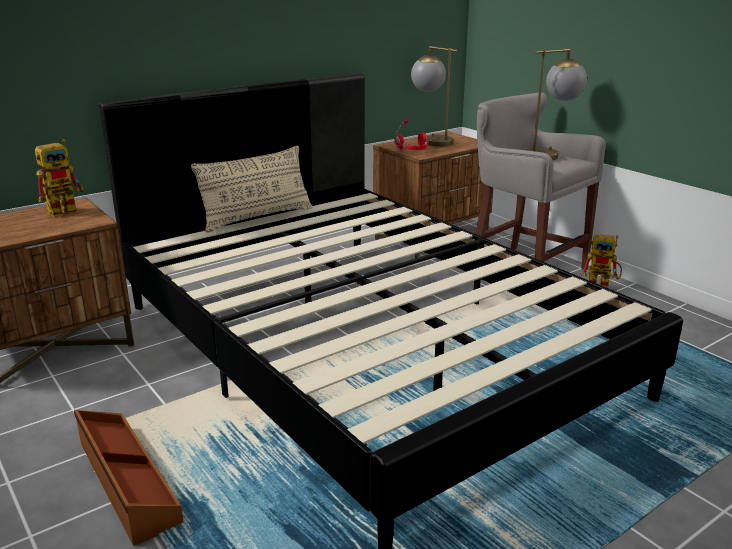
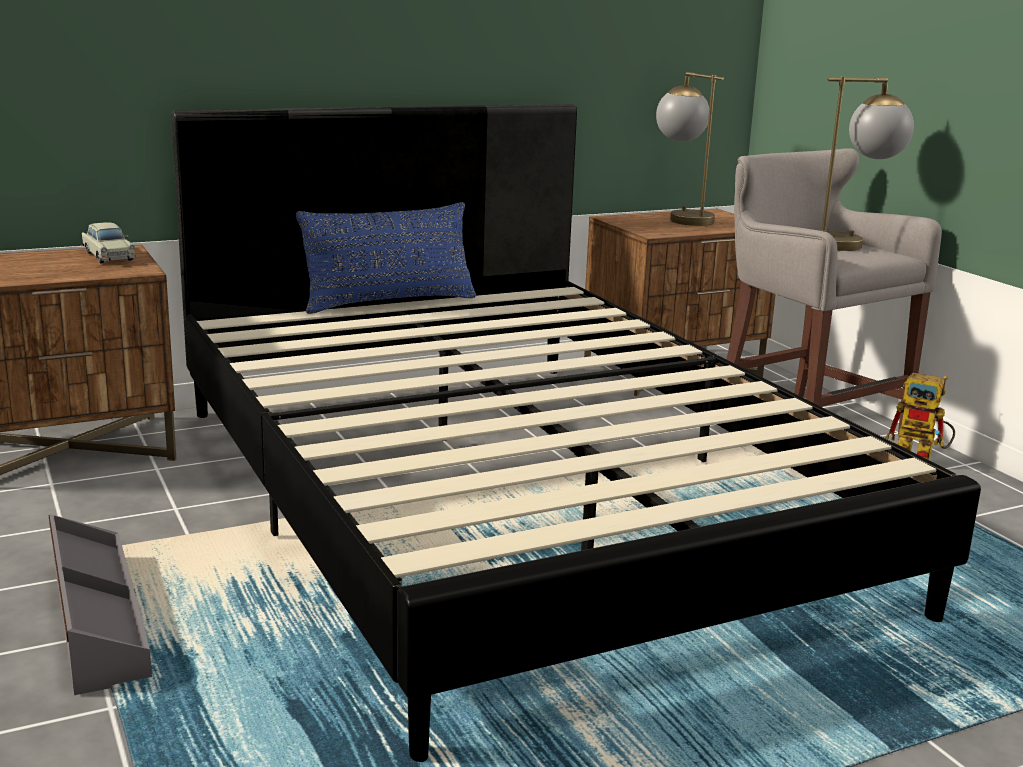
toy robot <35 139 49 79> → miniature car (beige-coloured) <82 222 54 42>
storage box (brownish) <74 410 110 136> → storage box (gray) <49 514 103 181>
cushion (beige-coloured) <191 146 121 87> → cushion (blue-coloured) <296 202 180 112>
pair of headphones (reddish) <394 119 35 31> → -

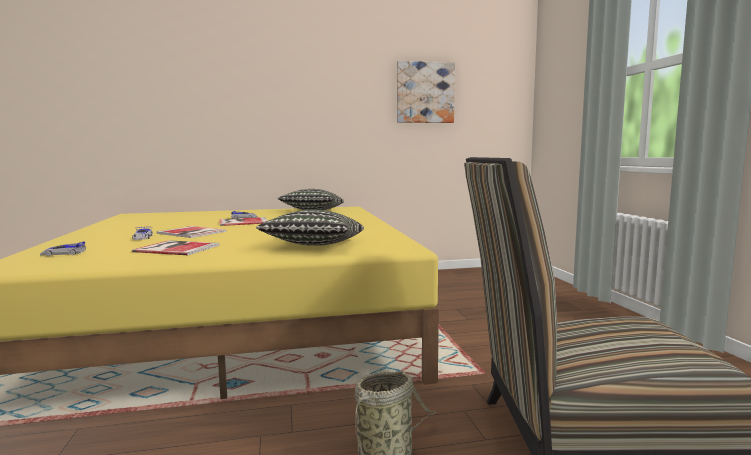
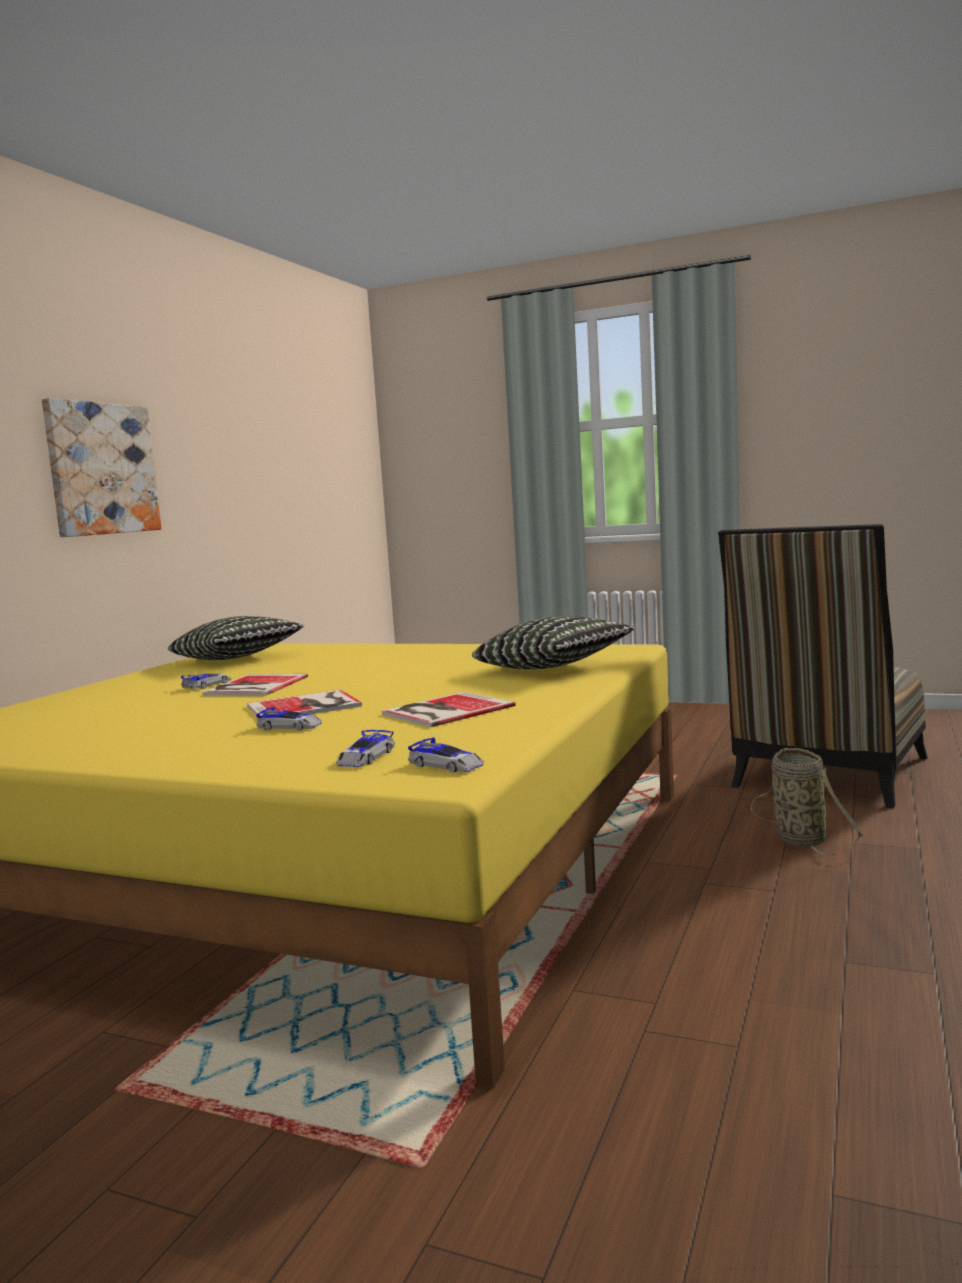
picture <397 61 58 62> → picture <42 398 119 139>, move
- → miniature car <408 737 76 36>

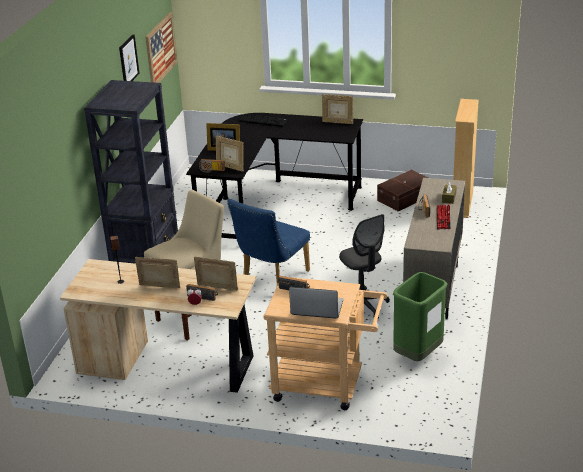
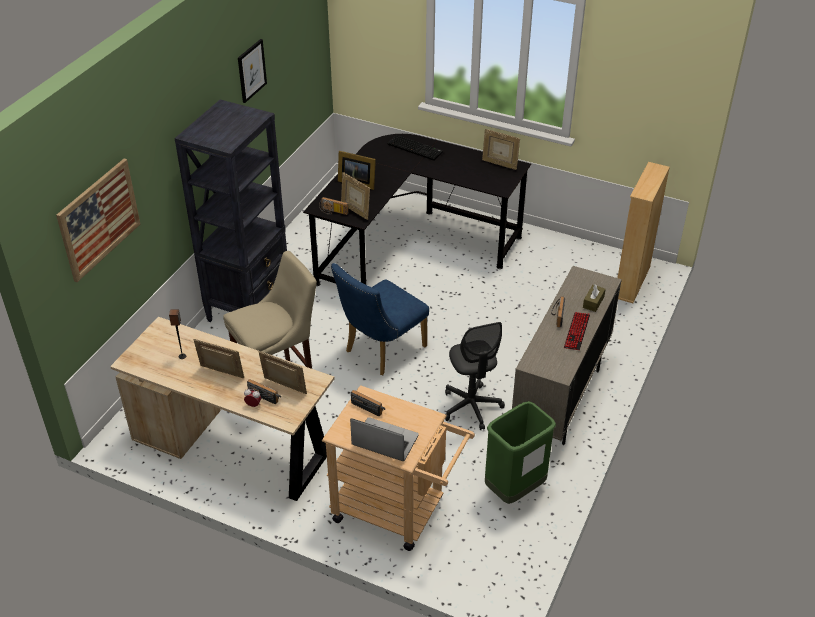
picture <145 12 32 71> → picture <56 158 84 124>, move
storage box (brownish) <377 170 51 41> → -

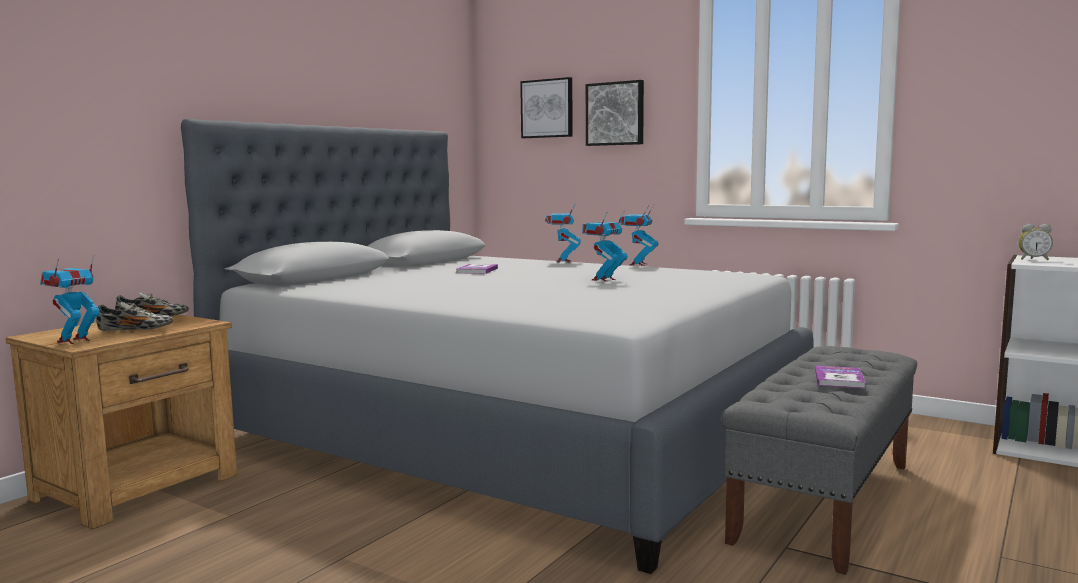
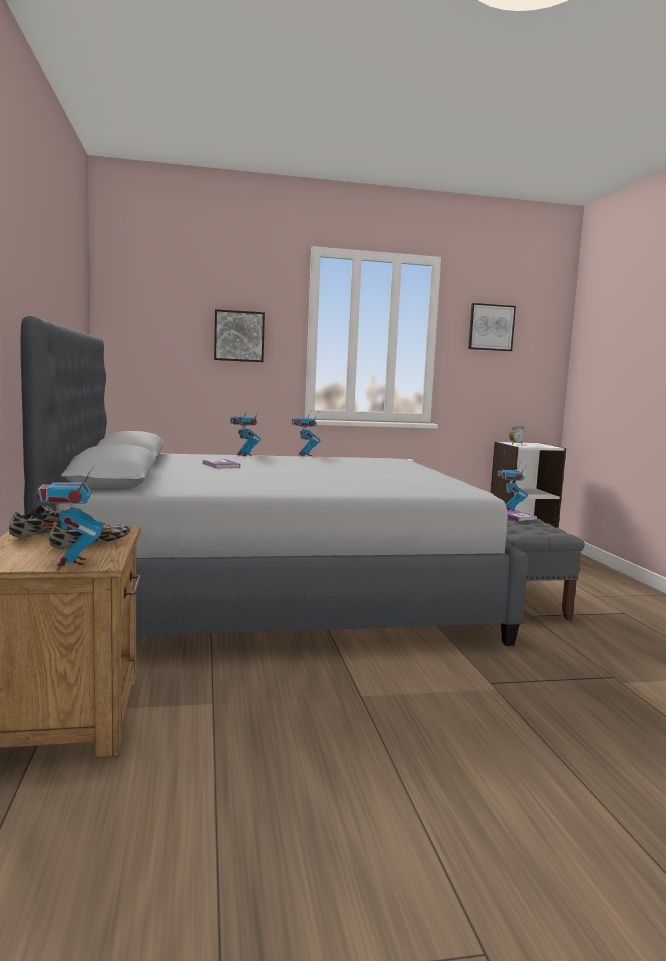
picture <520 77 53 61> → picture <468 303 48 48>, move
toy robot <582 210 45 72> → toy robot <497 462 31 48>, move

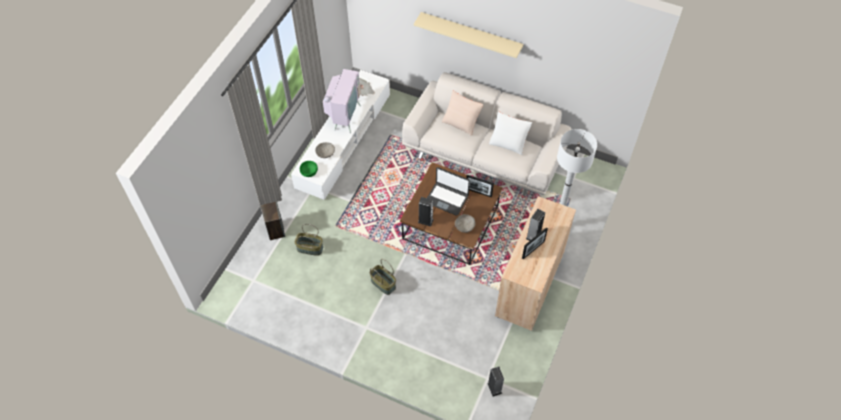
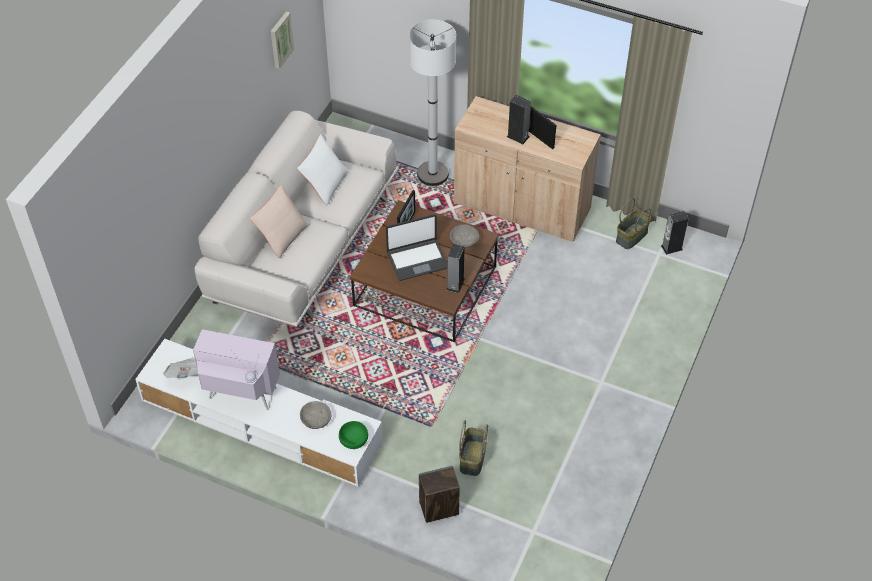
storage basket <370 259 26 36> → storage basket <616 198 35 51>, move
wall shelf (beige-coloured) <414 12 109 46> → -
portable computer <427 167 43 49> → portable computer <386 214 61 67>, 45 degrees clockwise
- → picture <271 11 23 58>

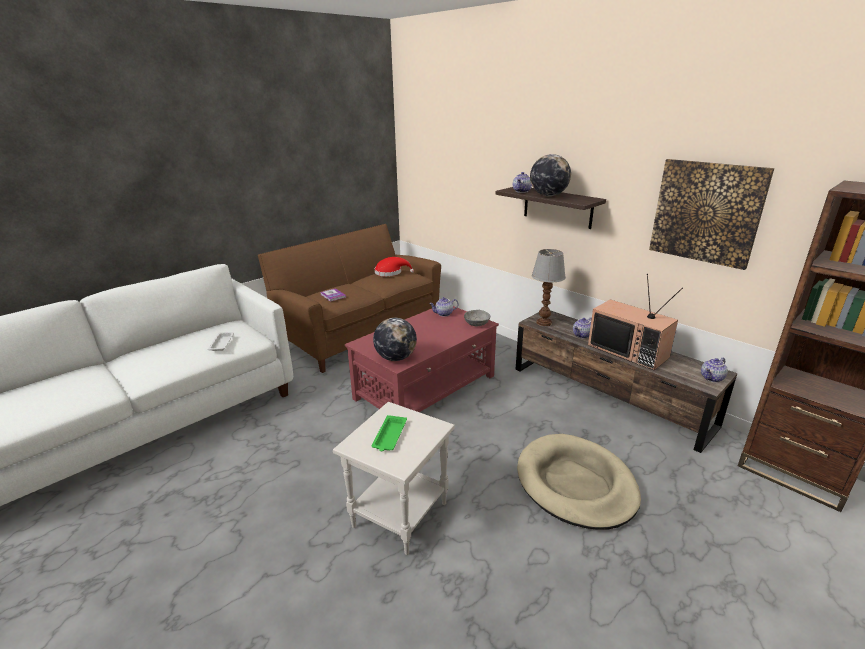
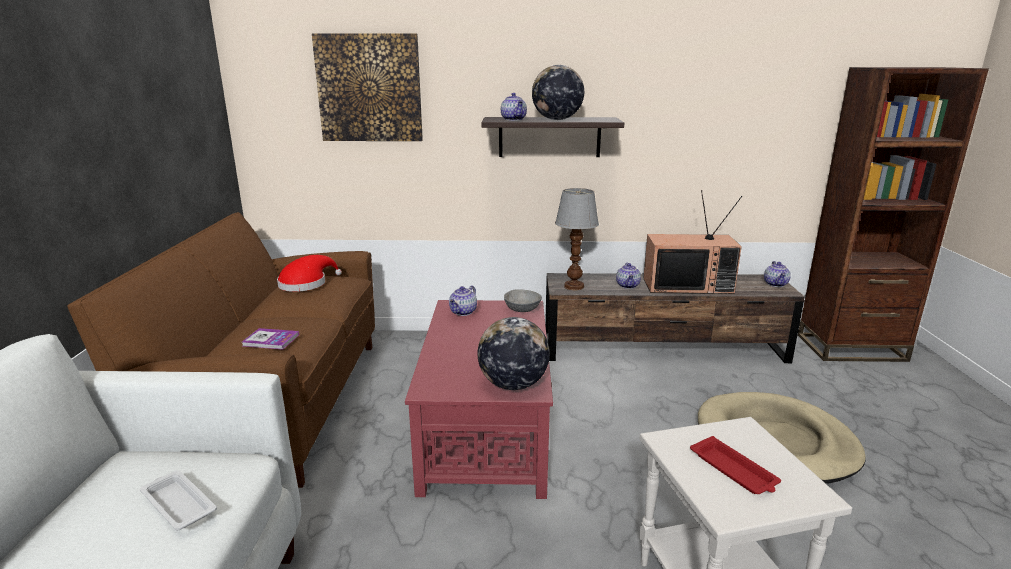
tray (green) <372 415 35 36> → tray (reddish) <690 436 91 58>
picture <649 159 125 111> → picture <312 34 111 107>, move

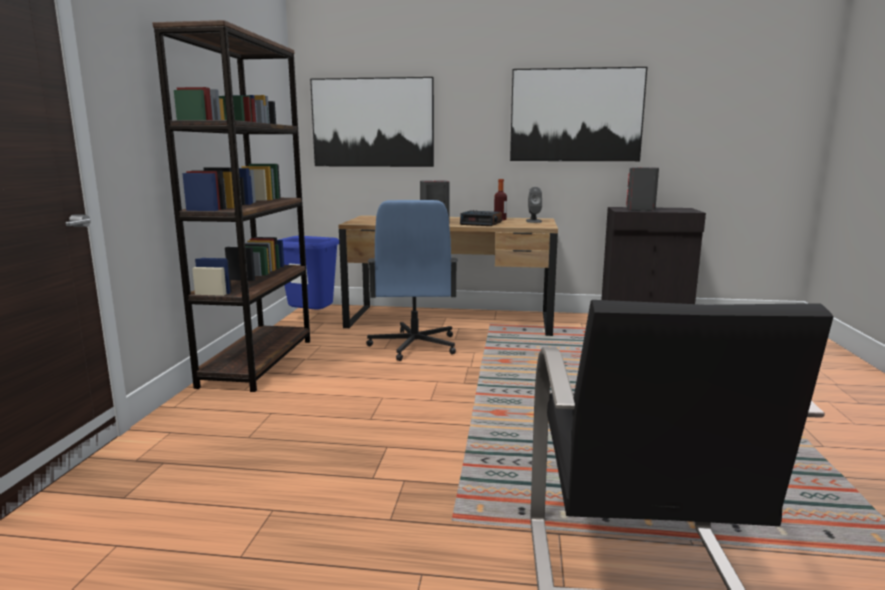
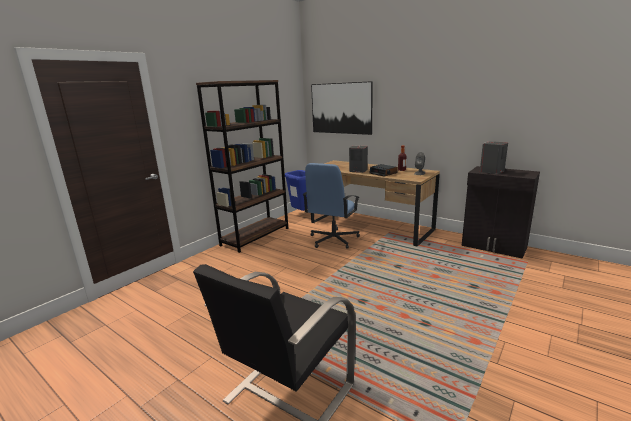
picture <510 67 137 94> → -

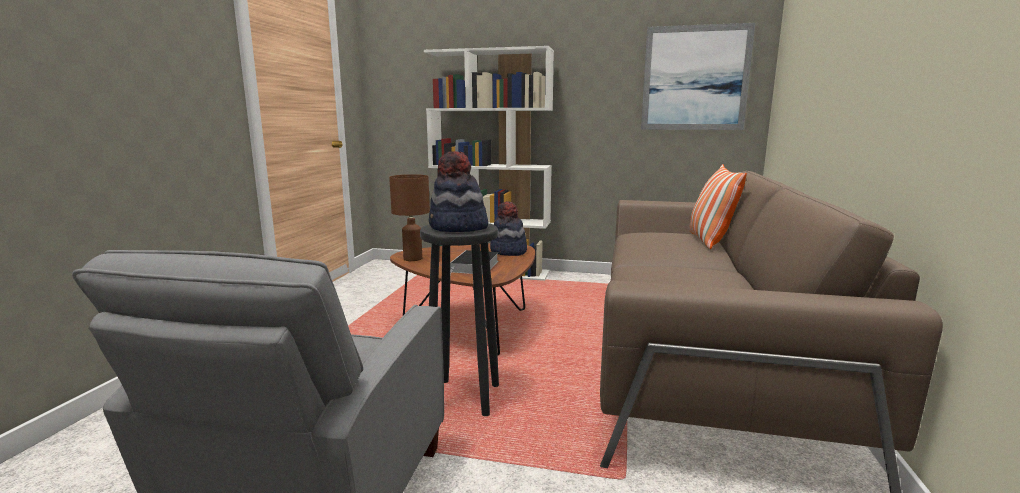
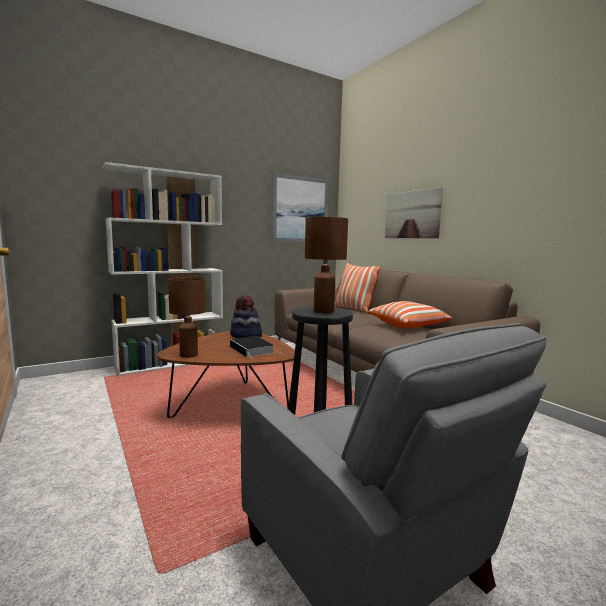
clothing hat <429 151 59 81> → lamp for a table (brownish) <305 217 43 96>
- → cushion <368 301 84 27>
- → picture <385 187 58 51>

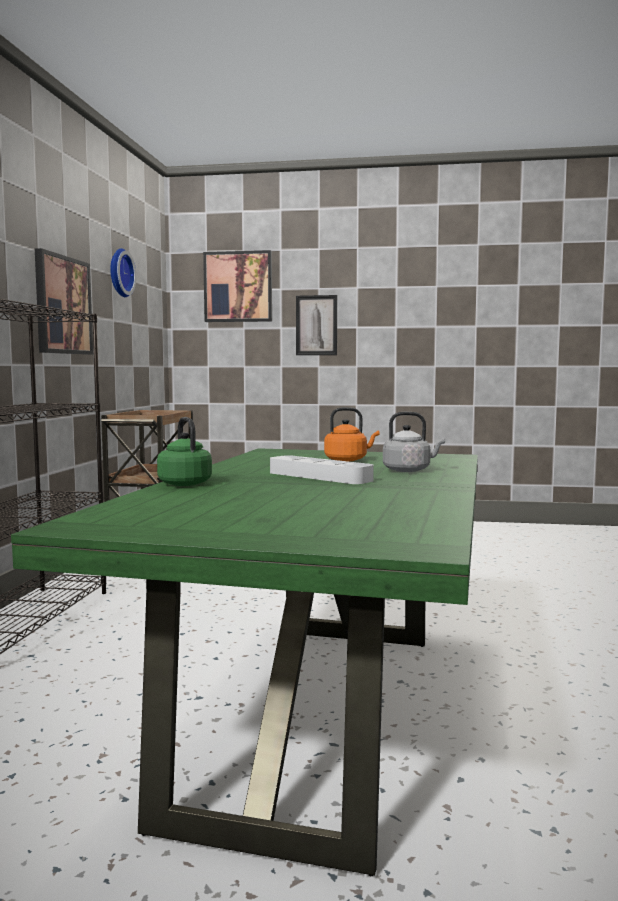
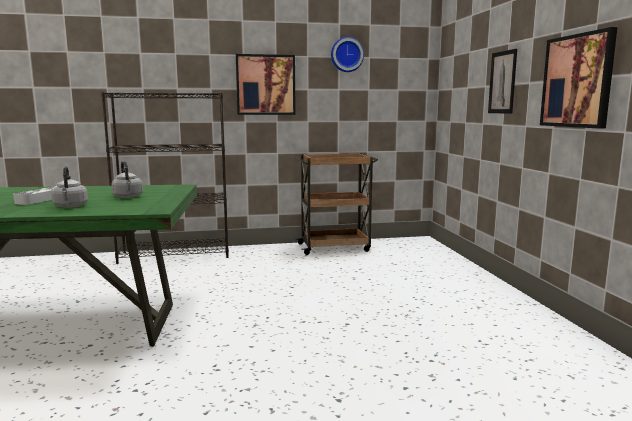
water kettle (green) <157 417 55 69> → -
picture <203 250 69 72> → picture <540 27 77 102>, move
water kettle (orange-coloured) <324 407 56 54> → water kettle (gray) <112 161 31 37>

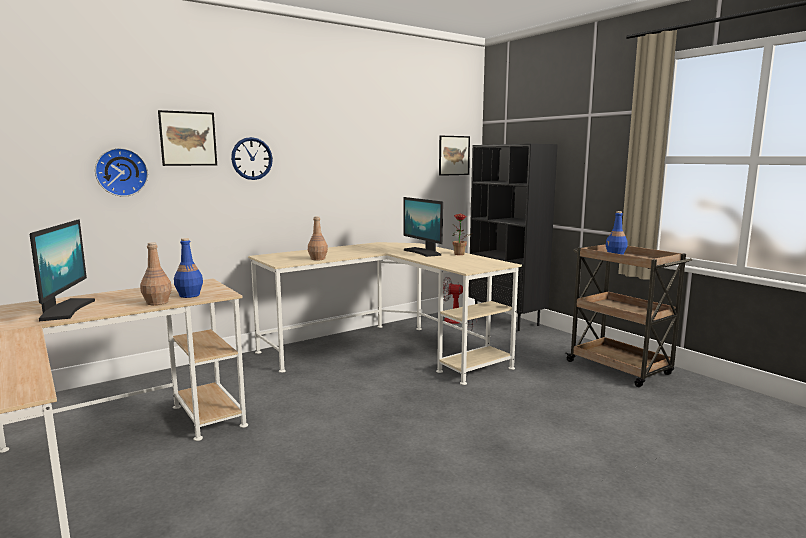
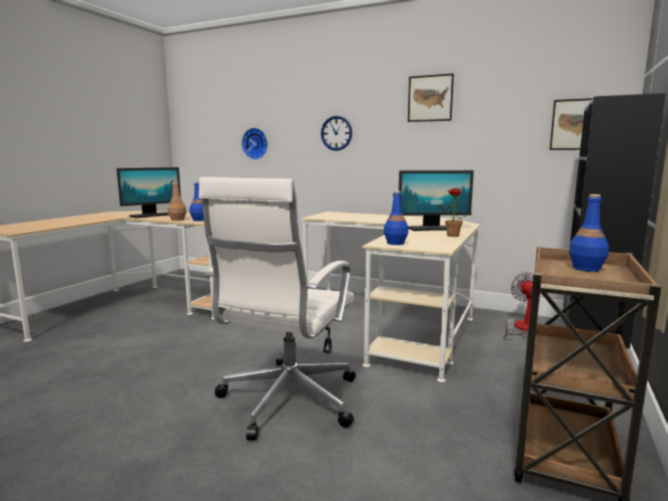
picture <158 110 59 56> → picture <408 74 46 48>, move
beverage bottle (brownish) <308 216 20 44> → -
computer display <404 197 39 60> → computer display <399 170 75 61>, 120 degrees counterclockwise
- → desk chair (whitish) <199 177 157 264>
- → beverage bottle (blue-coloured) <384 191 24 54>

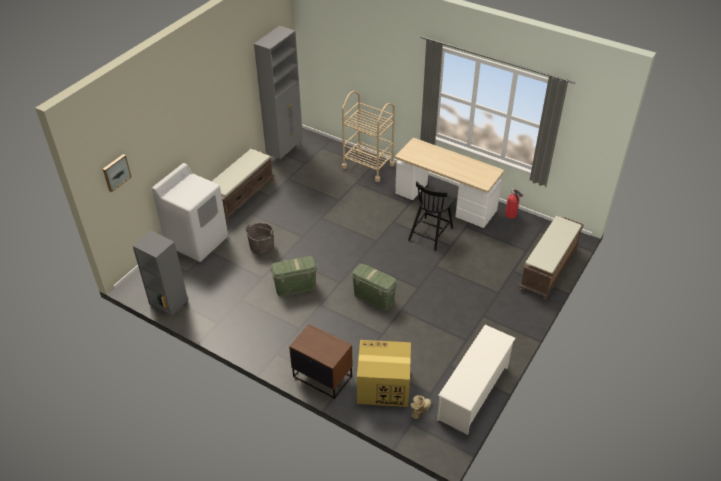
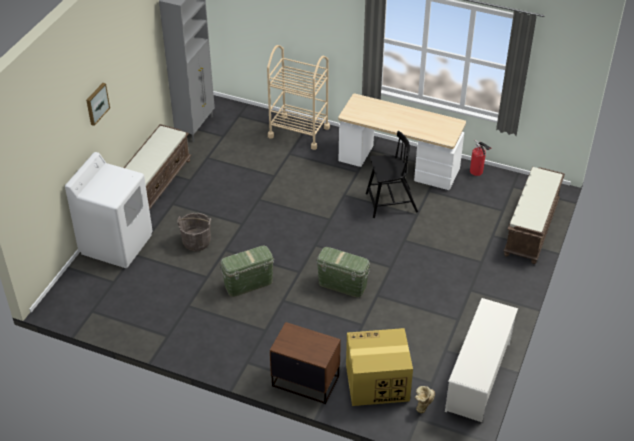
picture <103 154 28 38> → picture <86 83 24 43>, move
shelving unit (gray) <133 231 55 85> → -
chair (black) <408 182 48 69> → chair (black) <366 131 52 87>, 120 degrees counterclockwise

